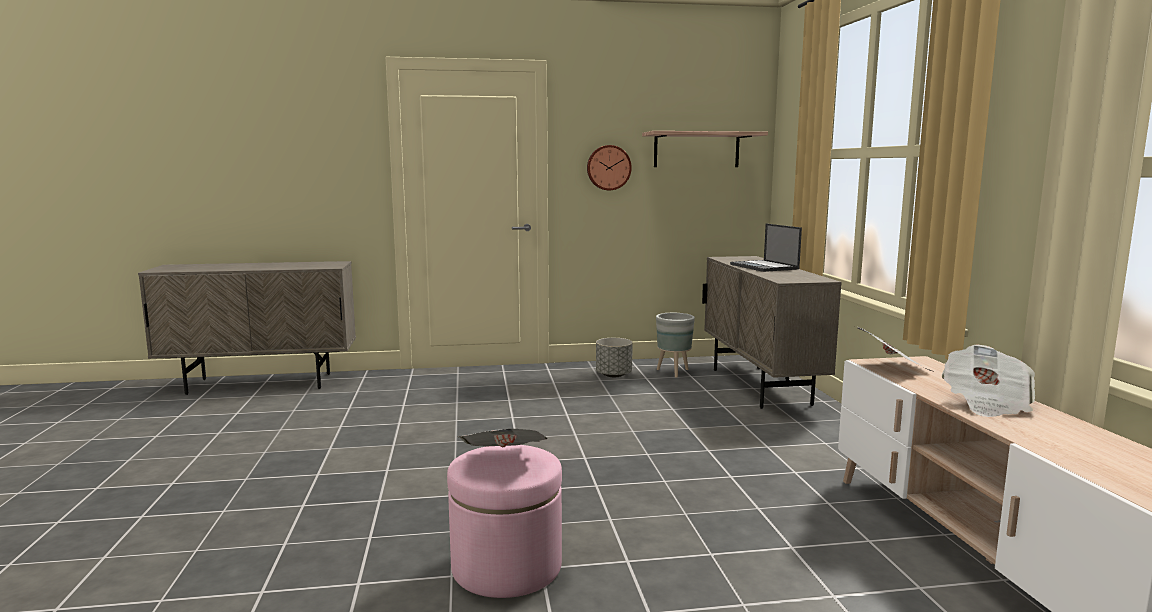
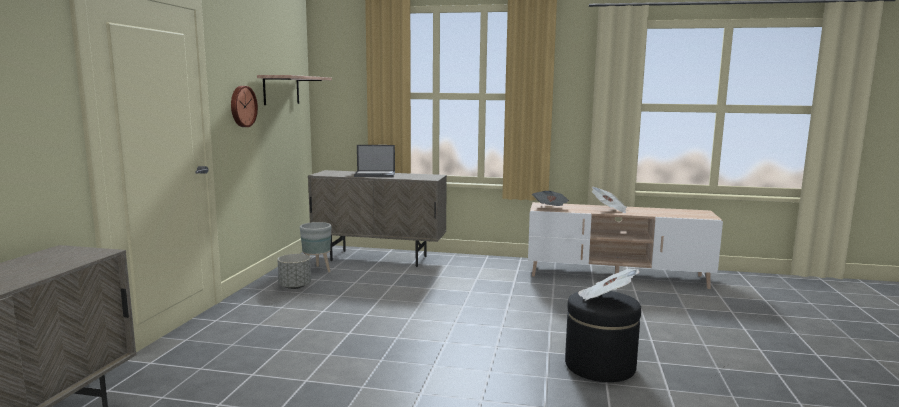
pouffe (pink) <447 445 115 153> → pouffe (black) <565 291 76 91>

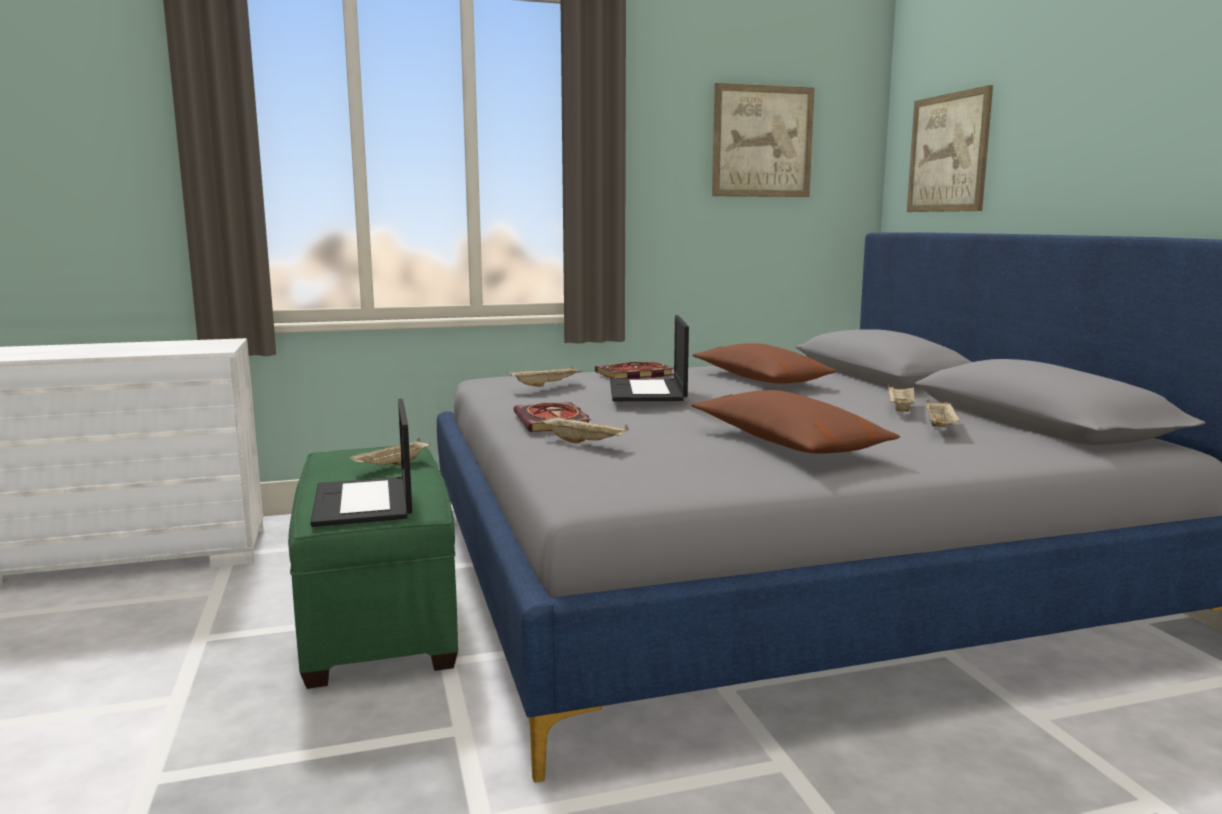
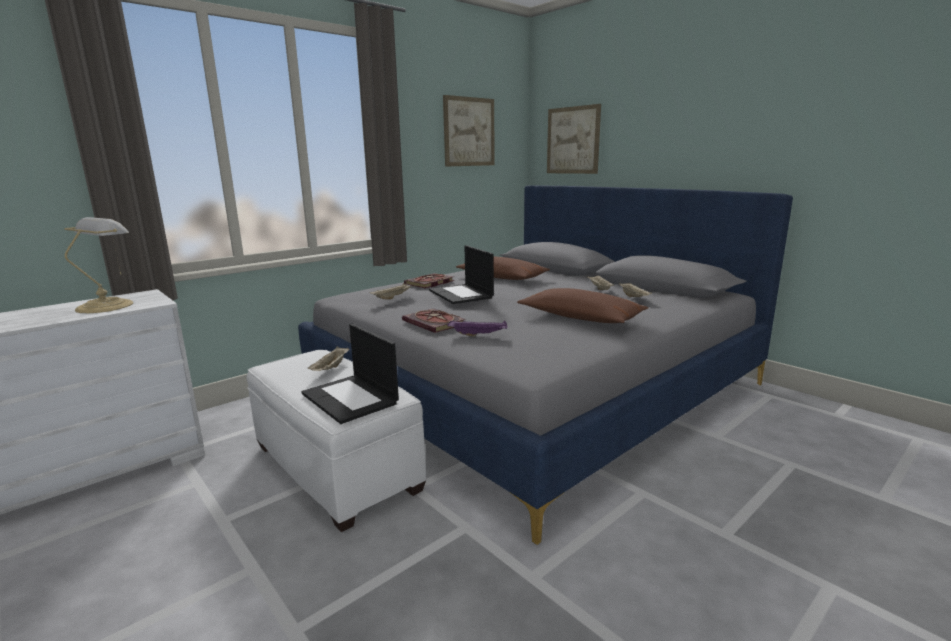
pouffe (green) <288 446 170 243> → pouffe (whitish) <247 350 179 182>
tray (beige-coloured) <540 416 89 28> → tray (purplish) <447 321 61 16>
- → lamp for a table <64 217 69 96>

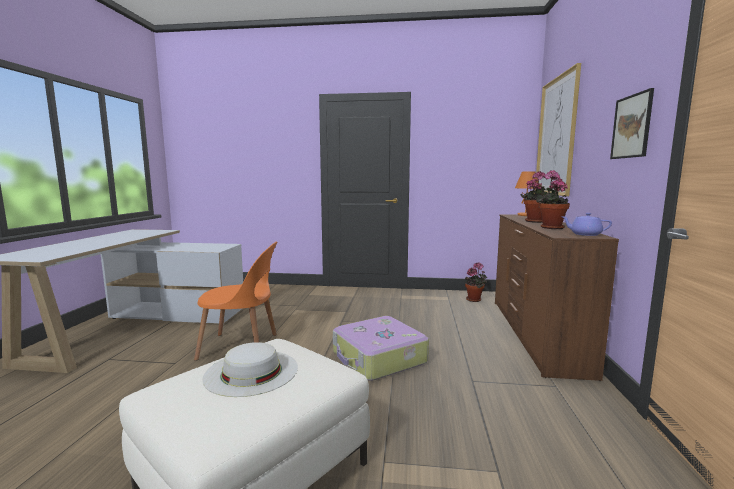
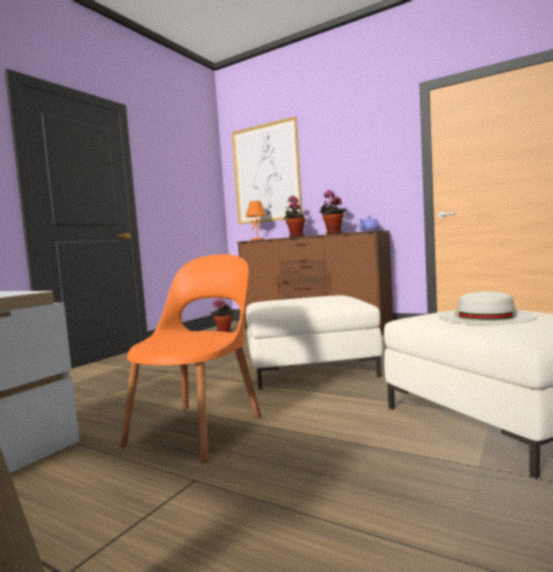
travel case <333 316 96 65> → pouffe (whitish) <246 295 137 94>
picture <610 88 44 71> → -

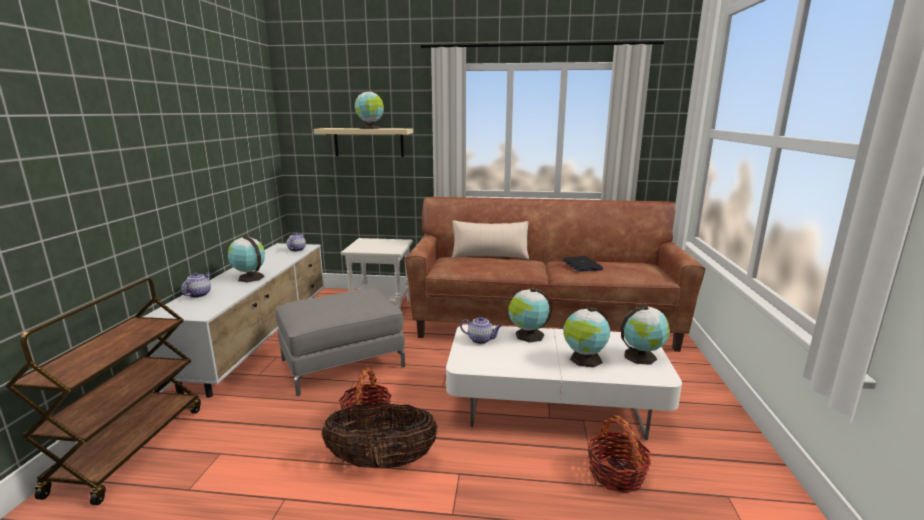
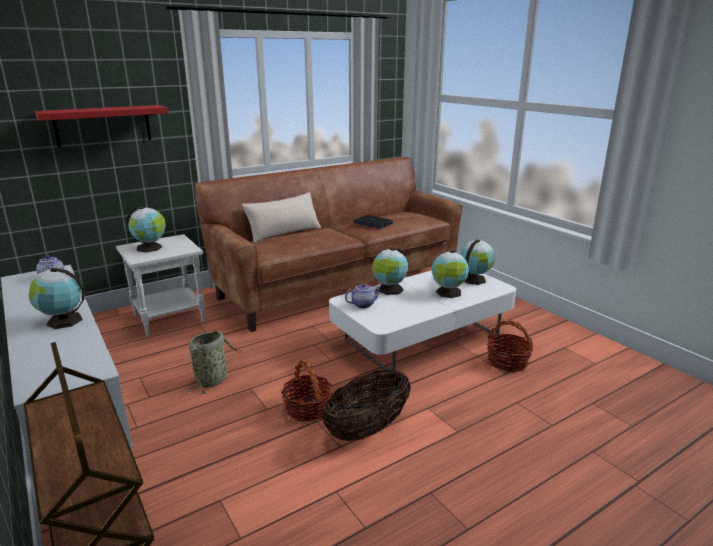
tea pot <181 272 30 26> → -
pouffe (gray) <276 288 129 108> → storage basket <185 331 58 65>
wall shelf (beige-coloured) <314 128 99 29> → wall shelf (reddish) <34 105 134 42>
desk globe <355 90 29 39> → desk globe <127 206 39 46>, move

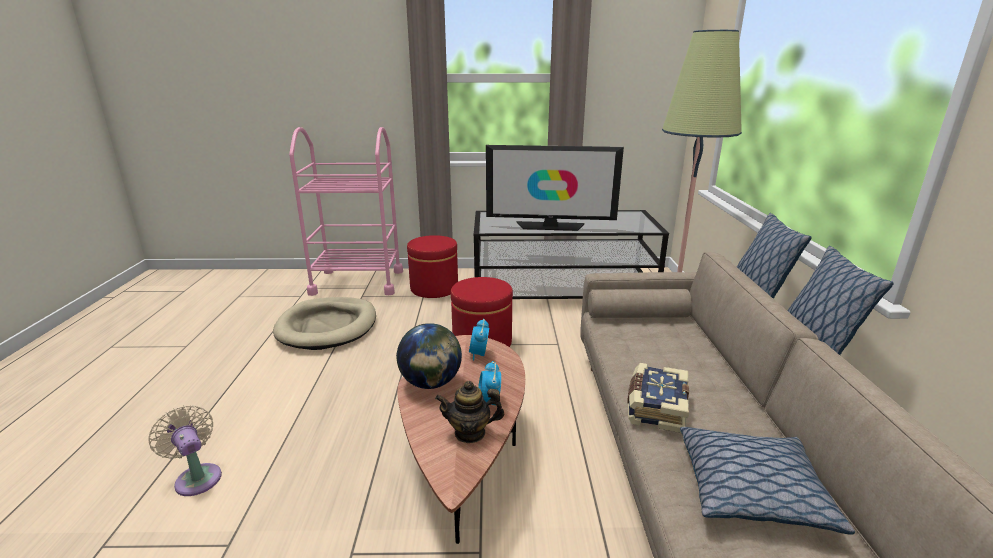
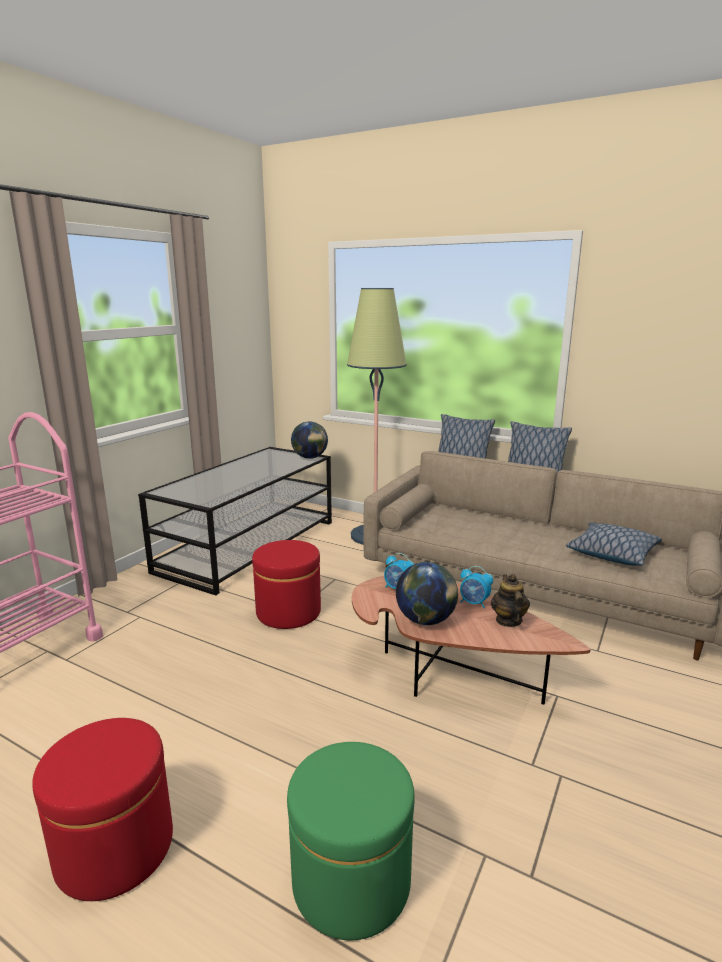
electric fan (beige-coloured) <149 405 73 91> → pouffe (green) <287 742 128 198>
pet bed (beige-coloured) <273 297 103 53> → -
pouffe (reddish) <407 235 51 63> → pouffe (reddish) <32 718 141 183>, move
tea pot <435 381 69 62> → tea pot <491 574 39 53>, 150 degrees clockwise
television <486 145 138 86> → -
bound book <628 363 61 70> → -
- → desk globe <291 422 37 37>

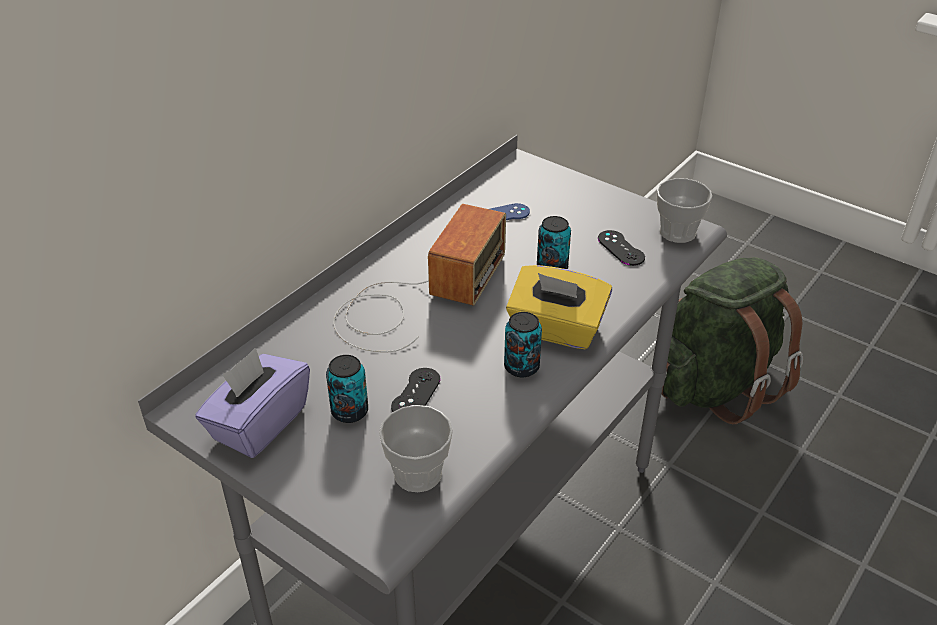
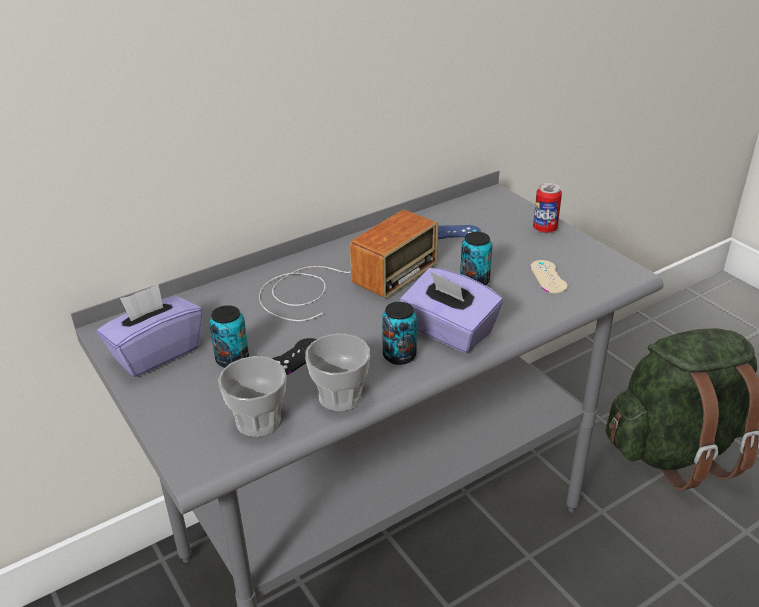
box of tissues (yellowish) <506 265 106 84> → box of tissues (purplish) <400 268 103 85>
joypad (black) <598 230 47 36> → joypad (beige-coloured) <530 260 37 34>
drinking cup <657 178 55 65> → drinking cup <305 334 65 77>, move
- → sealed can <533 183 29 50>

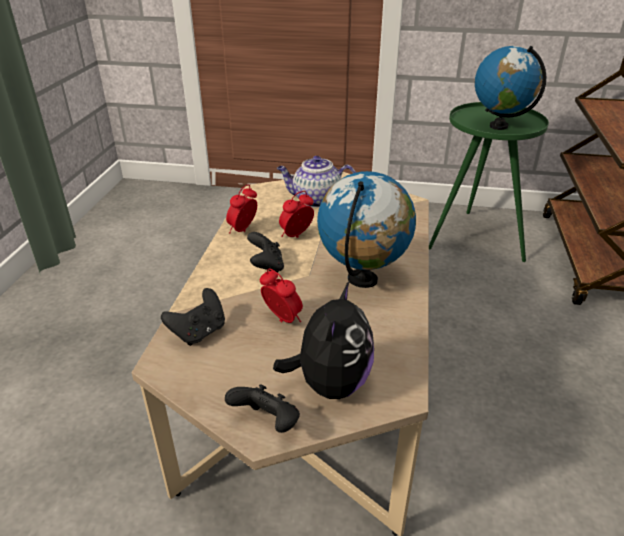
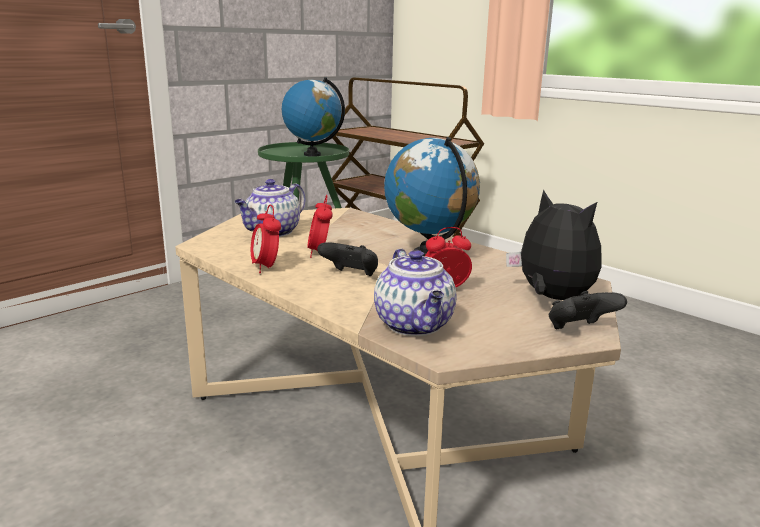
joypad (black) <161 288 64 58> → tea pot <374 248 82 88>

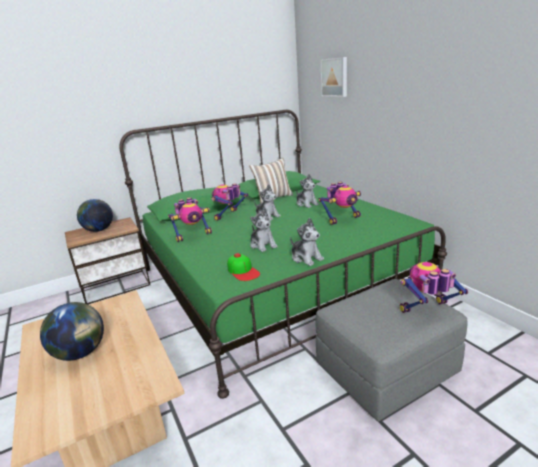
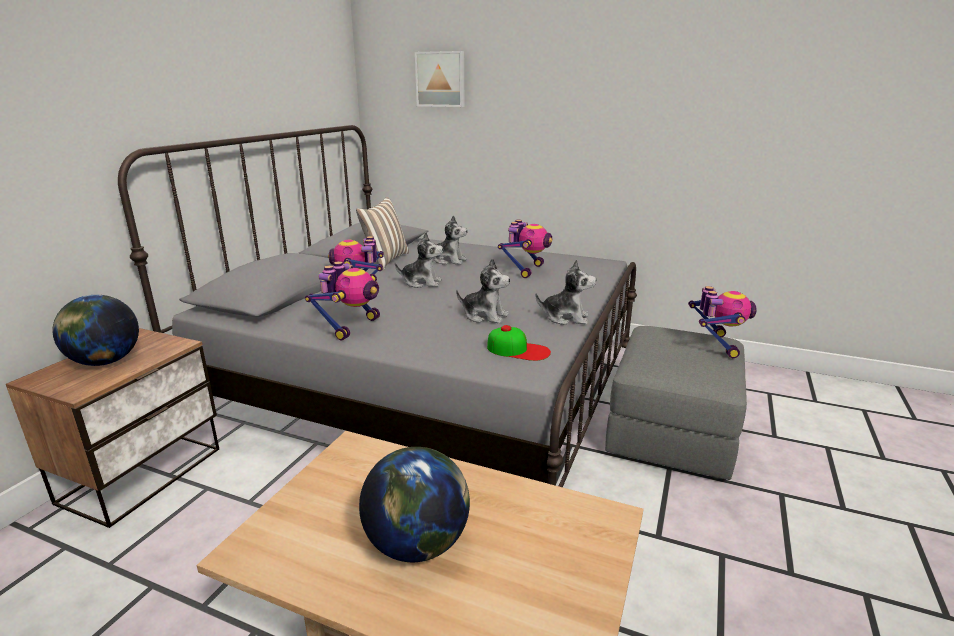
bed (green) <119 110 328 289> → bed (gray) <118 125 519 362>
toy robot <400 262 68 51> → toy robot <688 286 69 72>, 150 degrees clockwise

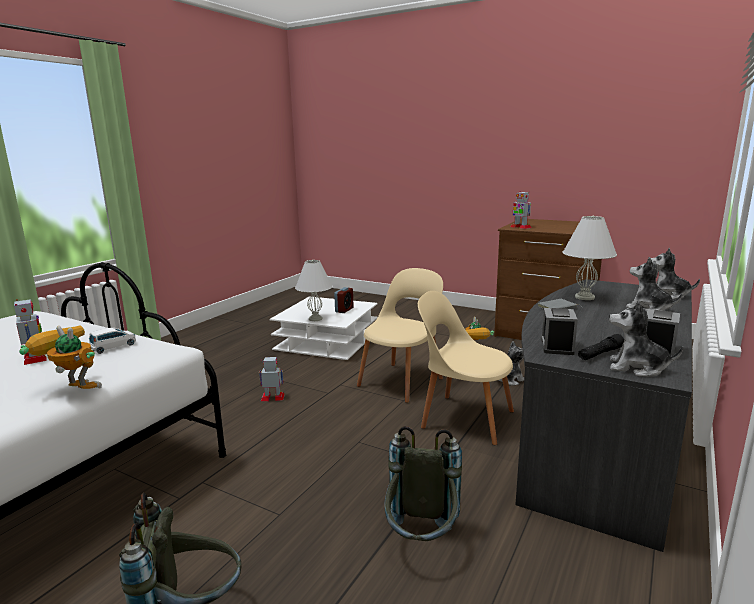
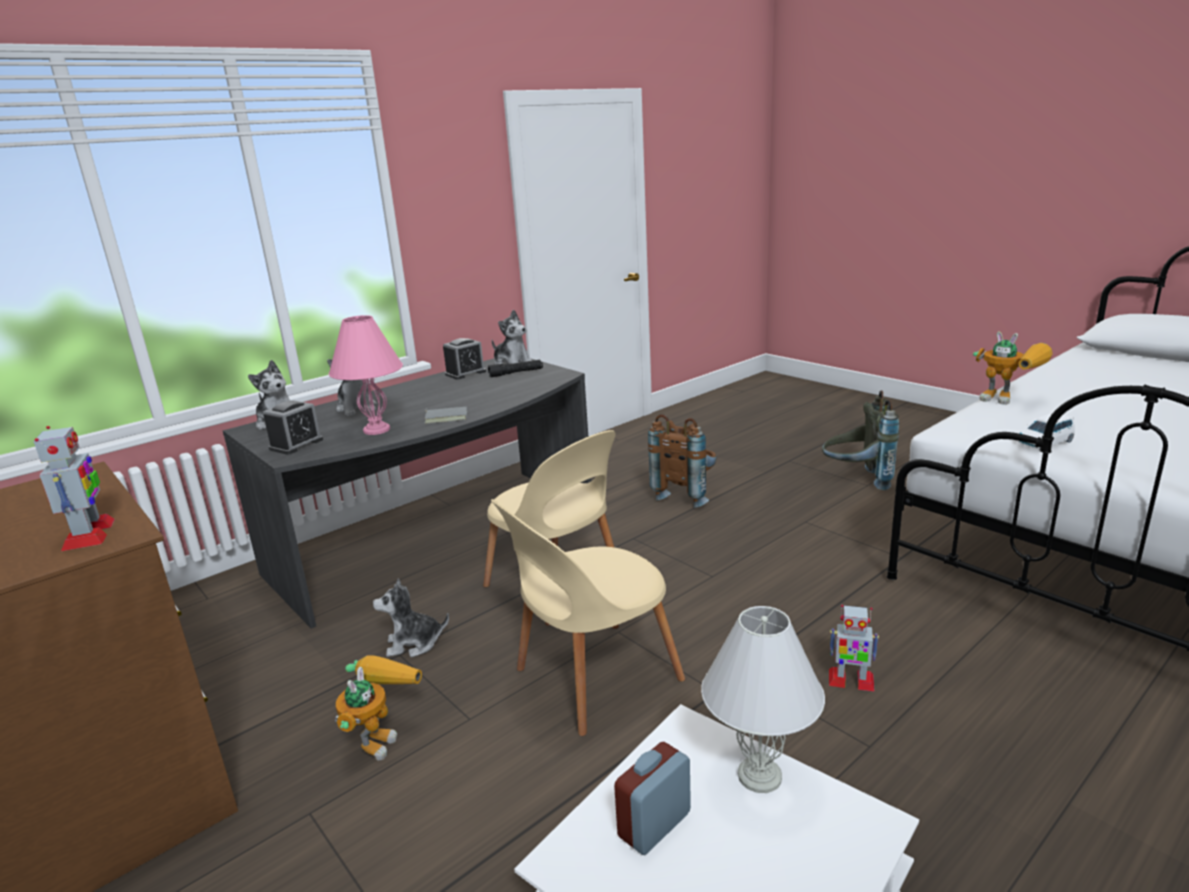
toy robot <14 299 33 66> → -
knapsack (gray) <384 426 78 115> → knapsack (brownish) <648 414 69 94>
alarm clock <541 308 37 47> → alarm clock <263 400 60 55>, move
lamp for a table (whitish) <563 216 54 84> → lamp for a table (pink) <329 315 74 120>

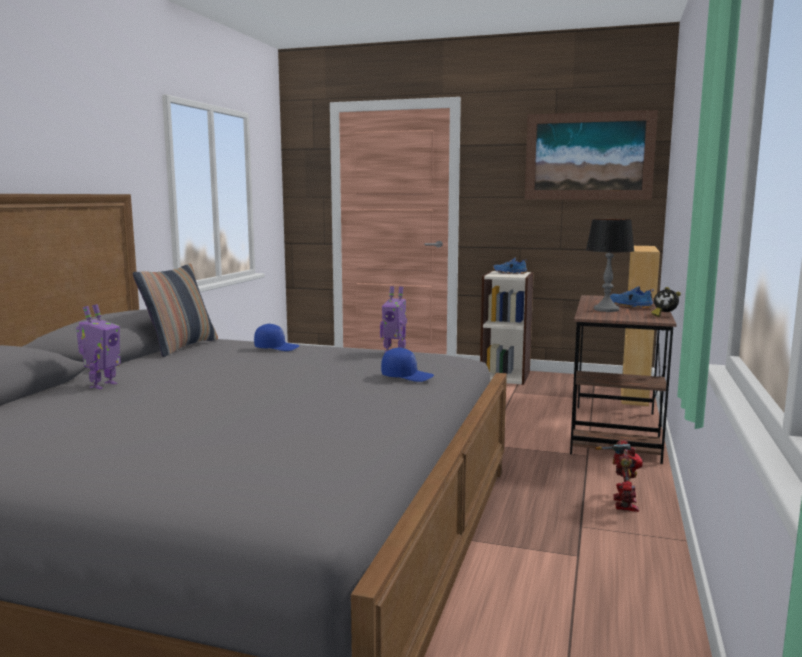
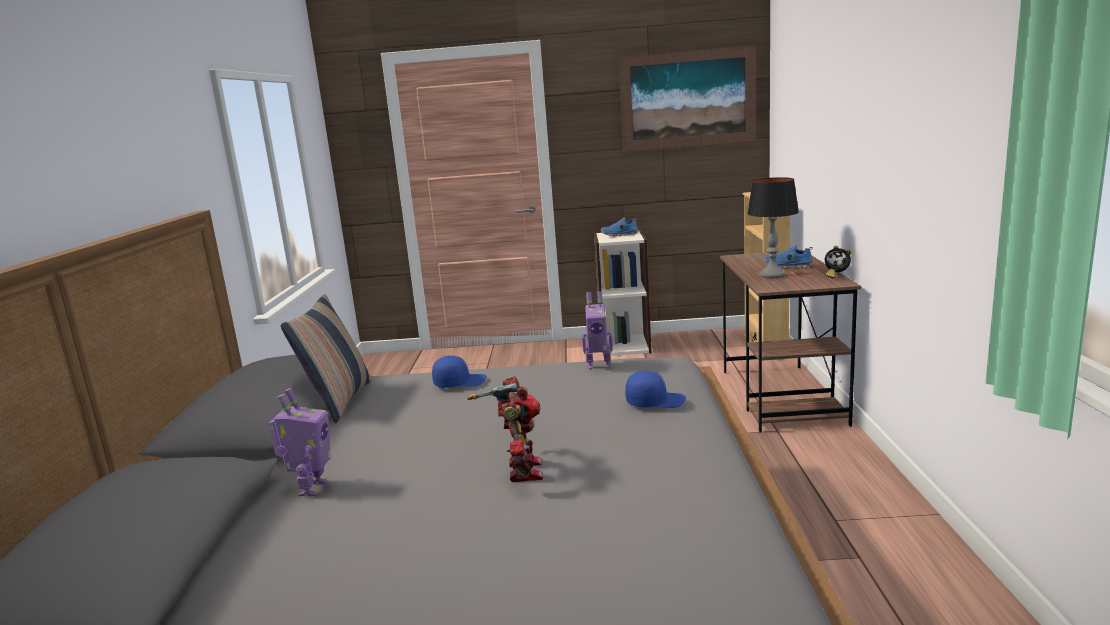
toy robot <595 440 48 72> → toy robot <467 376 76 106>, move

